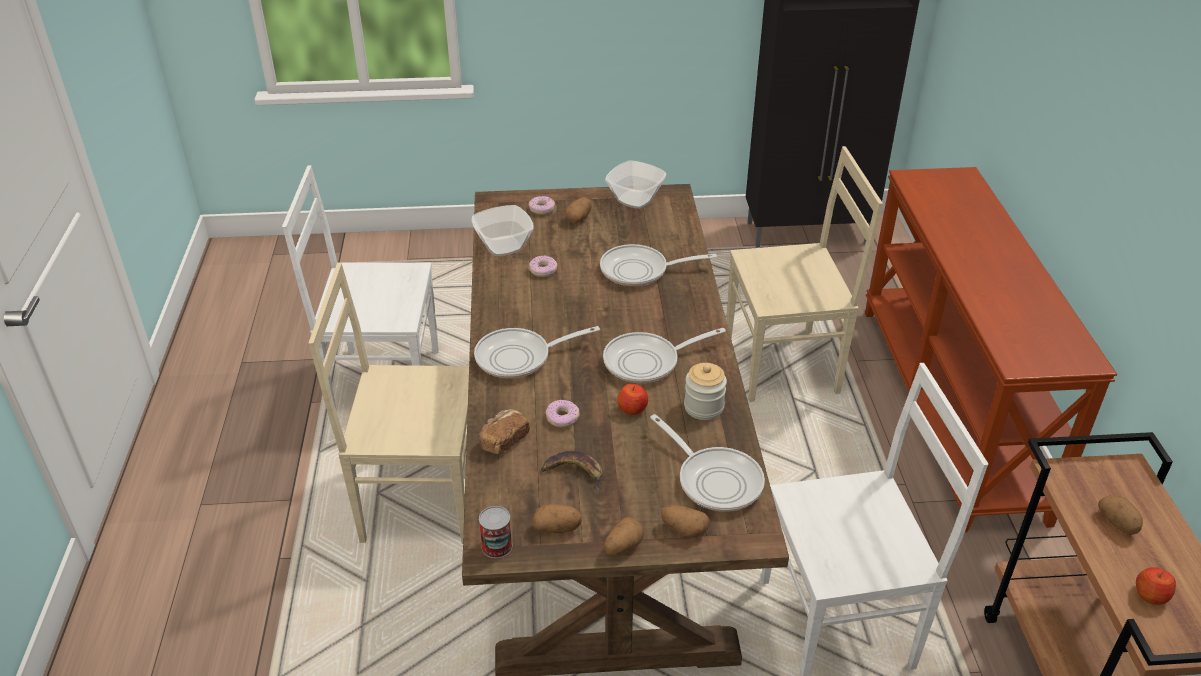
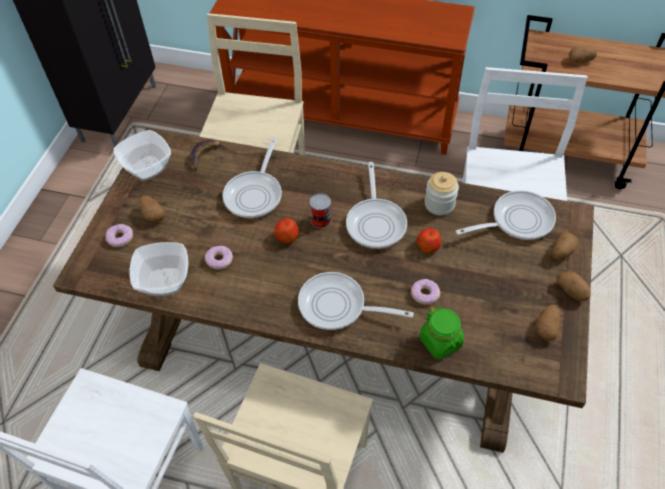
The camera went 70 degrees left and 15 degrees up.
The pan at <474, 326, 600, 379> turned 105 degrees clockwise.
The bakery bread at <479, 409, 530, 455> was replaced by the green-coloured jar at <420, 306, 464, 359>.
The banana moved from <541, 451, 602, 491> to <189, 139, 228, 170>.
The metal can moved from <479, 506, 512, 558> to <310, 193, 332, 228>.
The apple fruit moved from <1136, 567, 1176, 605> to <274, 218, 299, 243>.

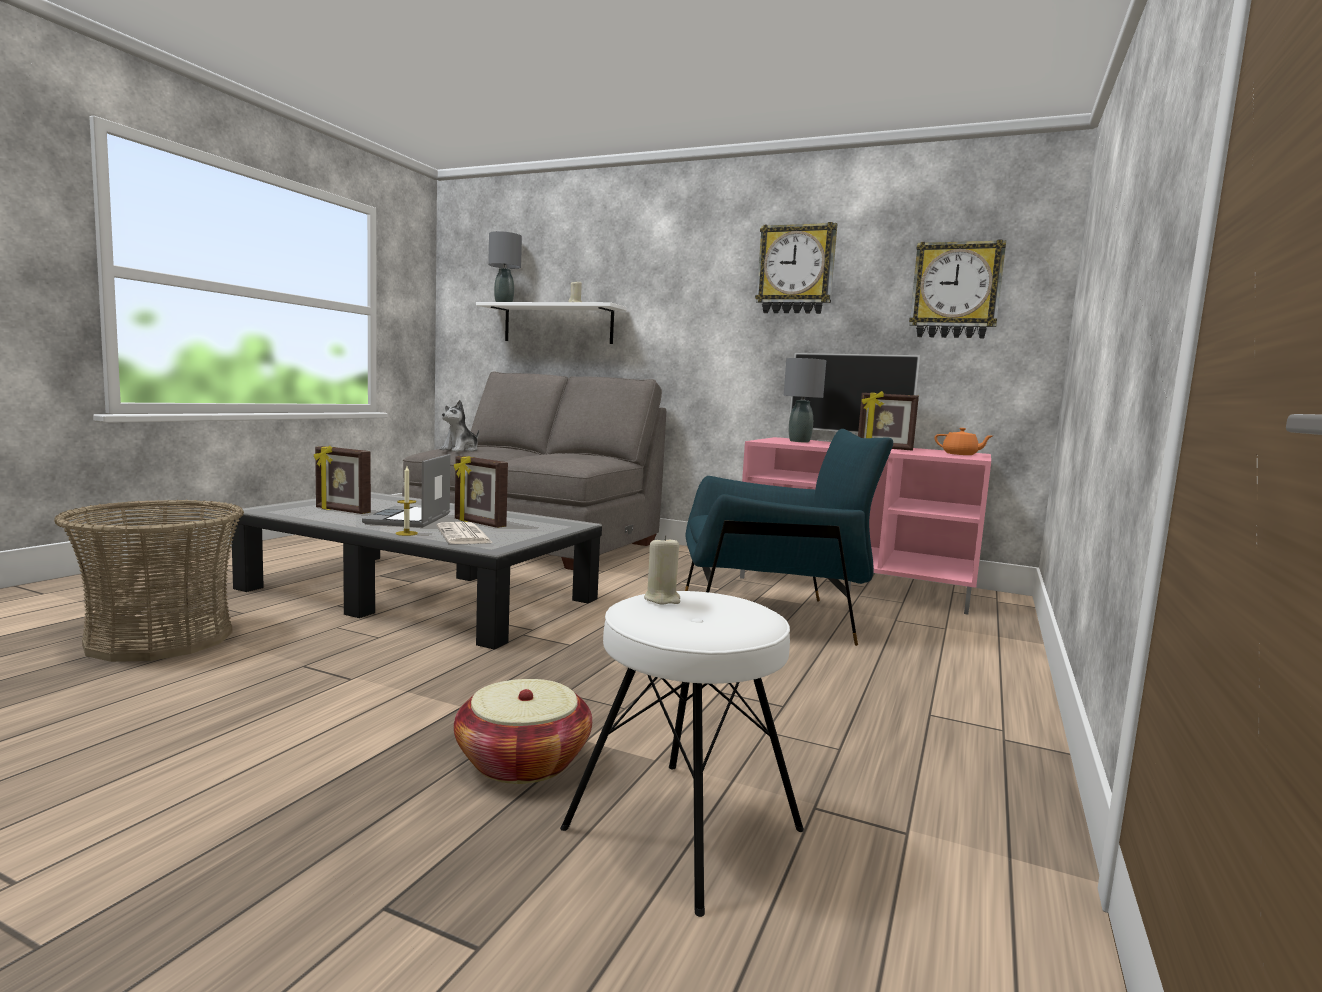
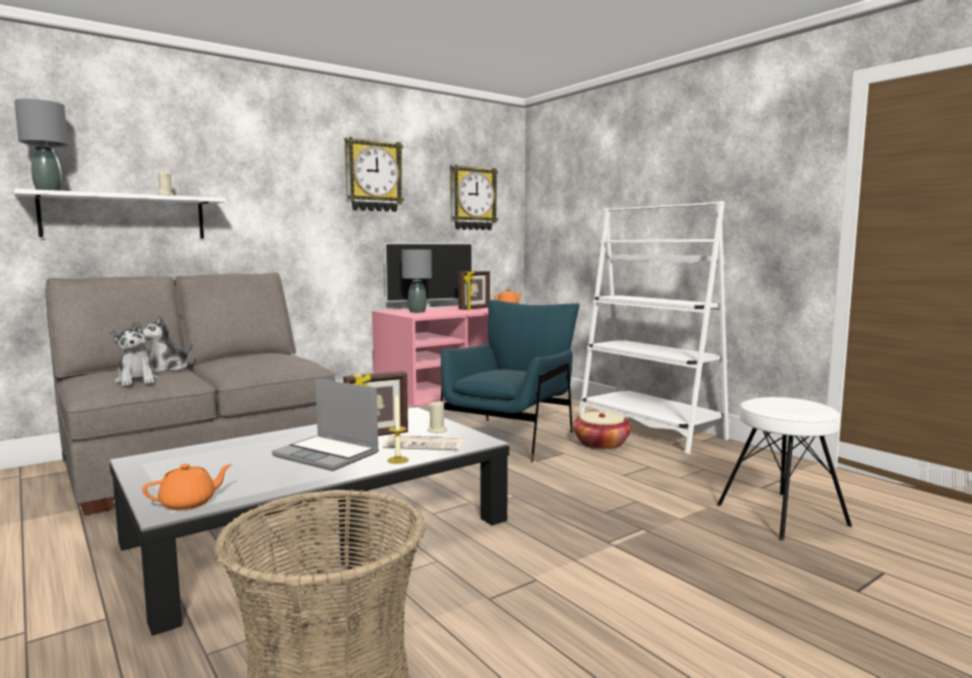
The camera went 60 degrees left and 0 degrees up.
The photo frame at <314, 446, 371, 514> disappeared.
The beige-coloured wax light moved from <644, 535, 680, 605> to <428, 401, 448, 433>.
The household basket moved from <454, 679, 592, 784> to <573, 412, 631, 450>.
The white bookcase at <579, 201, 730, 454> appeared.
The soft toy at <143, 315, 193, 373> appeared.
The orange-coloured tea pot at <142, 464, 232, 510> appeared.

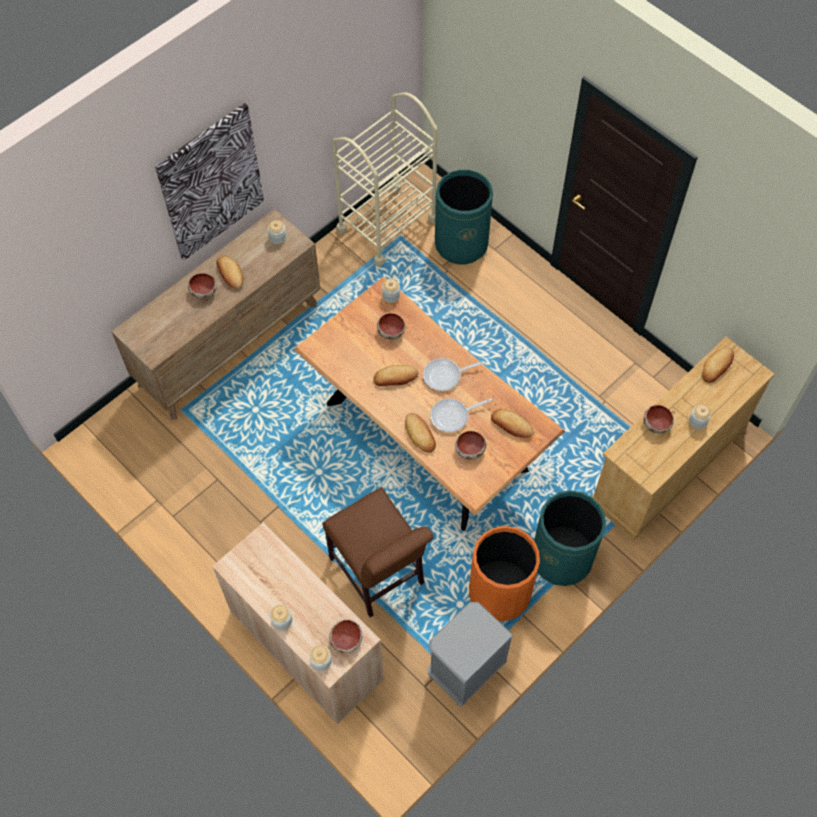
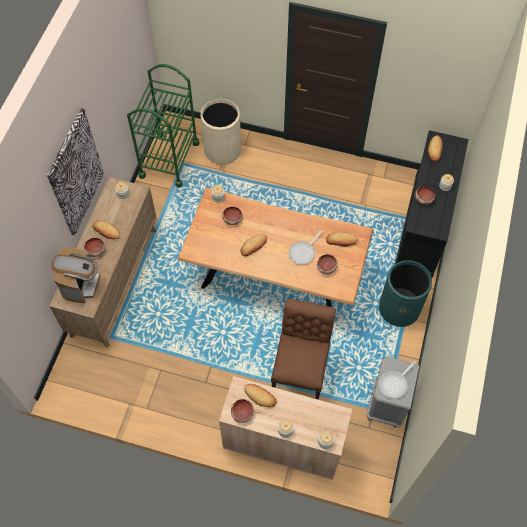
The camera went 30 degrees left and 0 degrees up.
The beige-coloured trolley at <332, 92, 438, 267> became the green-coloured trolley at <127, 64, 199, 188>.
The green-coloured trash can at <435, 170, 493, 264> became the beige-coloured trash can at <201, 99, 241, 165>.
The beige-coloured dresser at <591, 337, 774, 541> became the black dresser at <395, 130, 469, 278>.
The pan moved from <423, 358, 485, 391> to <379, 361, 416, 398>.
The bakery bread moved from <405, 413, 436, 453> to <244, 384, 276, 407>.
The brown upright chair at <322, 487, 433, 617> turned 105 degrees counterclockwise.
The orange-coloured trash can at <469, 526, 540, 622> disappeared.
The deep dish moved from <329, 620, 363, 653> to <231, 399, 254, 423>.
The coffee brewer at <51, 247, 100, 303> appeared.

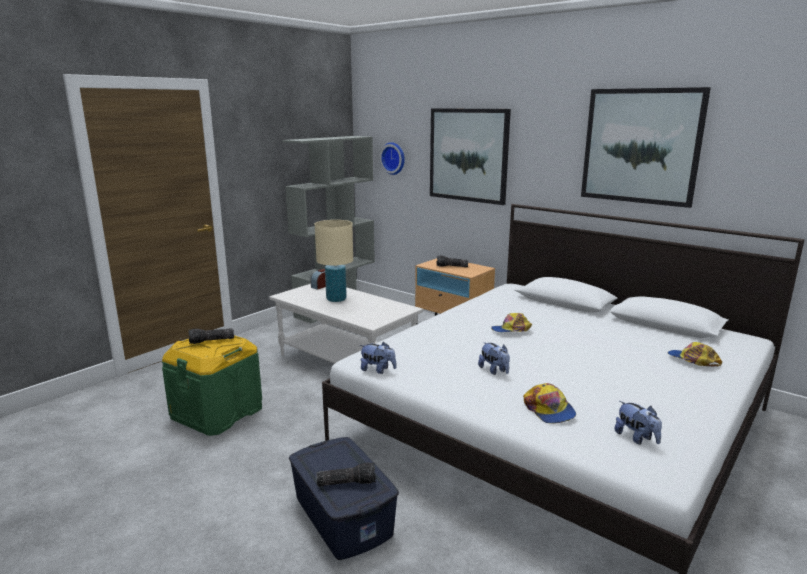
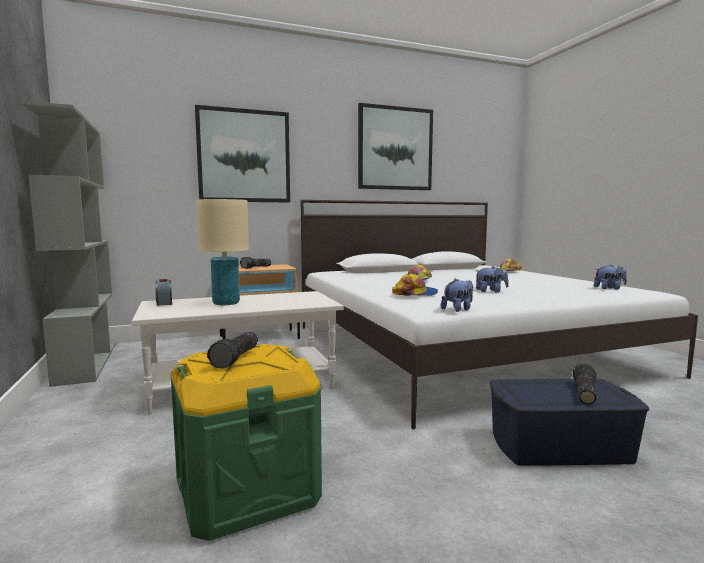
The camera went 60 degrees left and 10 degrees down.
The hanging clock at <380, 142, 405, 175> disappeared.
The peaked cap moved from <523, 383, 576, 424> to <392, 274, 438, 296>.

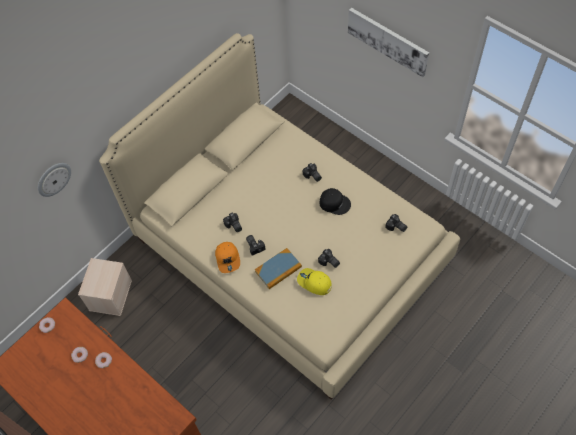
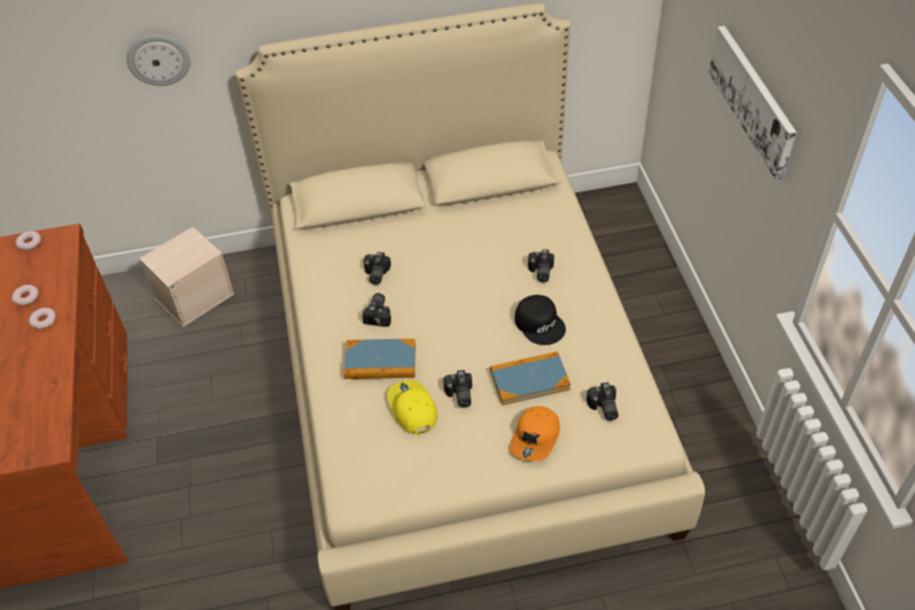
The camera went 35 degrees right and 10 degrees down.
The orange-coloured peaked cap moved from <215, 242, 240, 273> to <509, 406, 560, 461>.
The bound book at <490, 351, 571, 405> appeared.

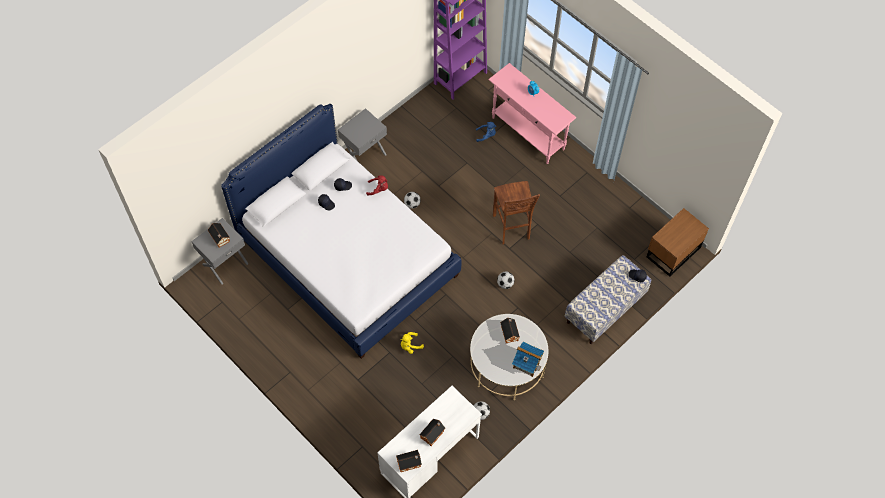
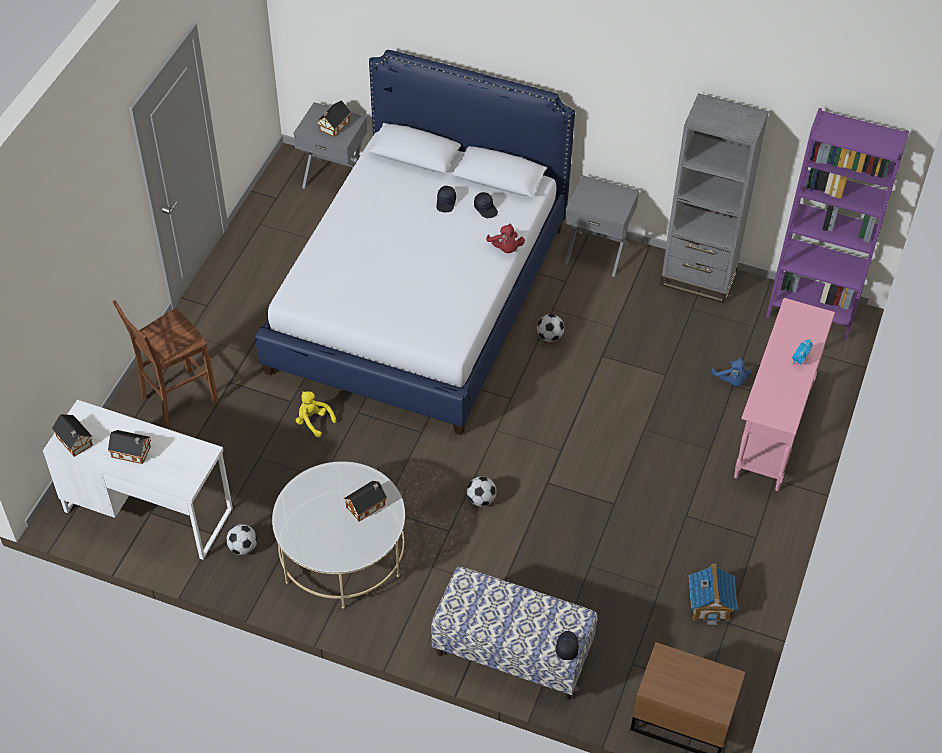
The camera went 65 degrees right and 10 degrees down.
The brown stool moved from <493, 181, 540, 245> to <112, 300, 218, 428>.
The toy house moved from <512, 342, 544, 377> to <689, 564, 738, 625>.
The greyish bookcase at <660, 93, 769, 303> appeared.

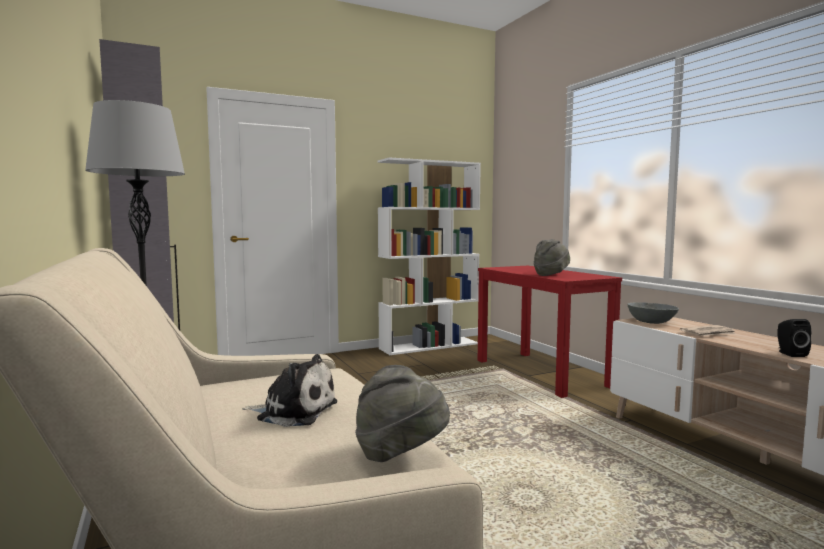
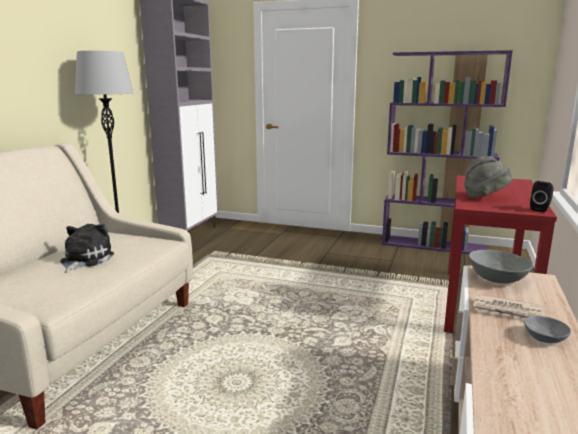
The camera went 45 degrees right and 10 degrees up.
The white bookcase at <377, 157, 481, 355> became the purple-coloured bookcase at <382, 50, 513, 254>.
The black speaker moved from <777, 319, 811, 357> to <530, 181, 554, 212>.
The soft toy at <242, 354, 337, 427> turned 135 degrees counterclockwise.
The greyish wearable hat at <355, 365, 450, 462> disappeared.
The greyish deep dish at <524, 316, 571, 343> appeared.

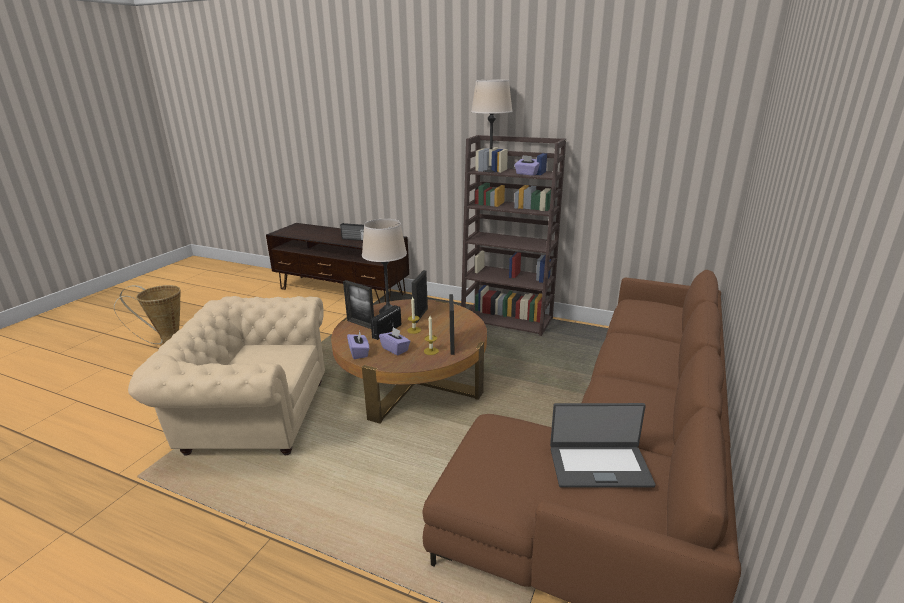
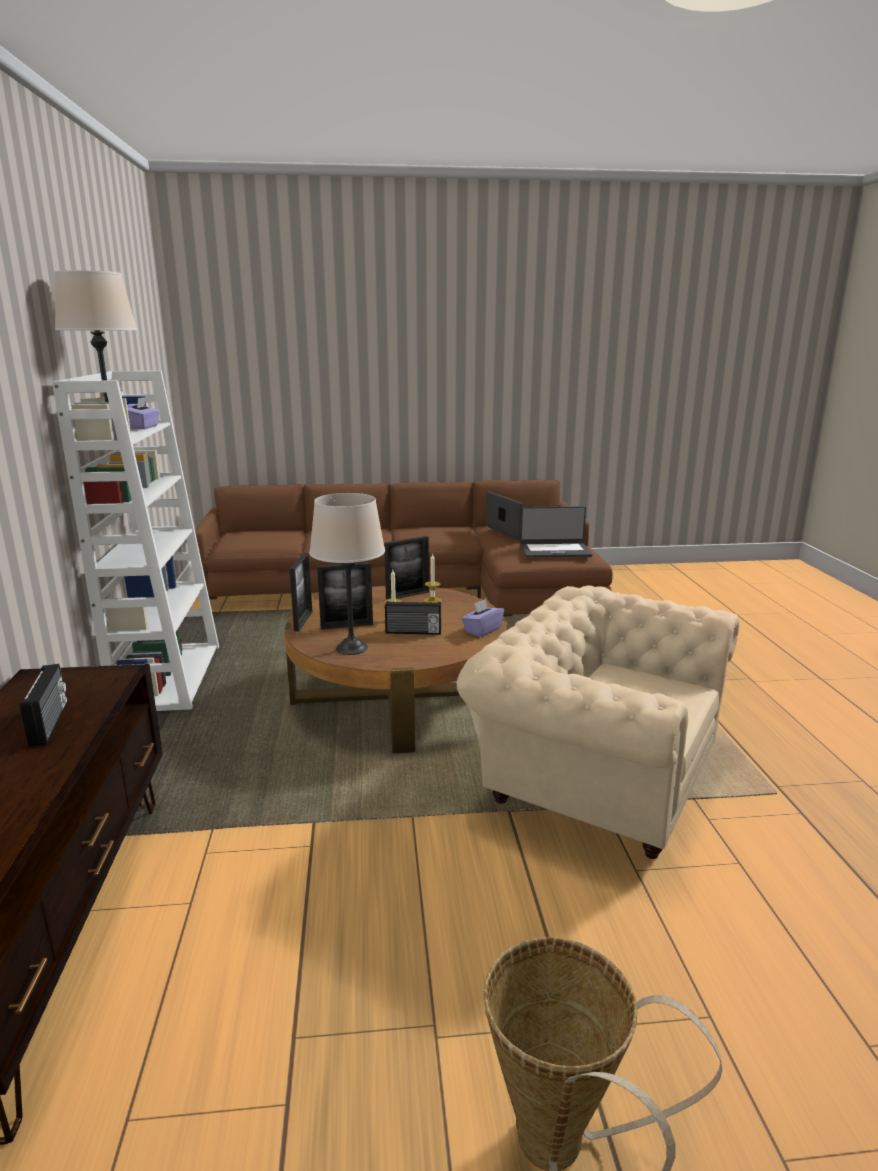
The camera went 120 degrees left and 5 degrees down.
The brown bookcase at <461, 135, 566, 336> became the white bookcase at <52, 371, 219, 711>.
The photo frame moved from <343, 280, 374, 329> to <290, 553, 313, 631>.
The beige-coloured armchair at <128, 296, 325, 455> turned 150 degrees clockwise.
The purple-coloured box of tissues at <379, 327, 411, 355> disappeared.
The laptop at <520, 506, 593, 558> appeared.

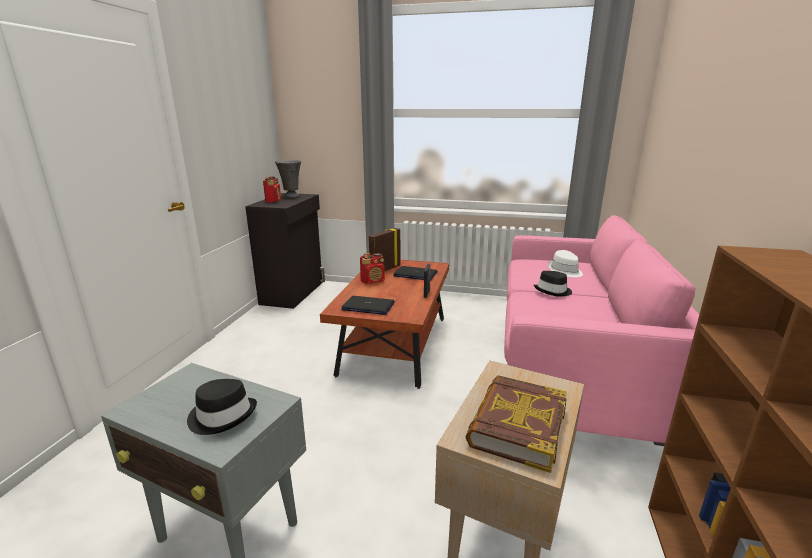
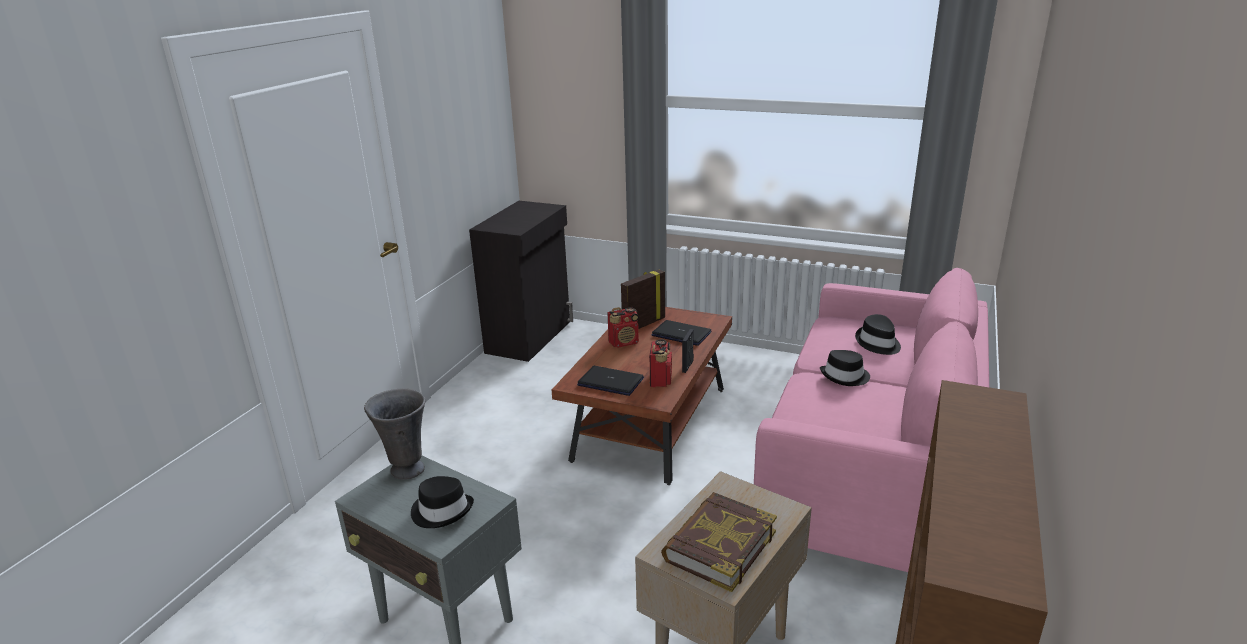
The camera went 10 degrees right and 5 degrees up.
The greyish decorative vase moved from <275, 160, 301, 197> to <364, 388, 425, 480>.
The radio moved from <263, 177, 281, 203> to <649, 339, 672, 387>.
The white wearable hat at <548, 250, 583, 277> became the black wearable hat at <855, 314, 901, 355>.

